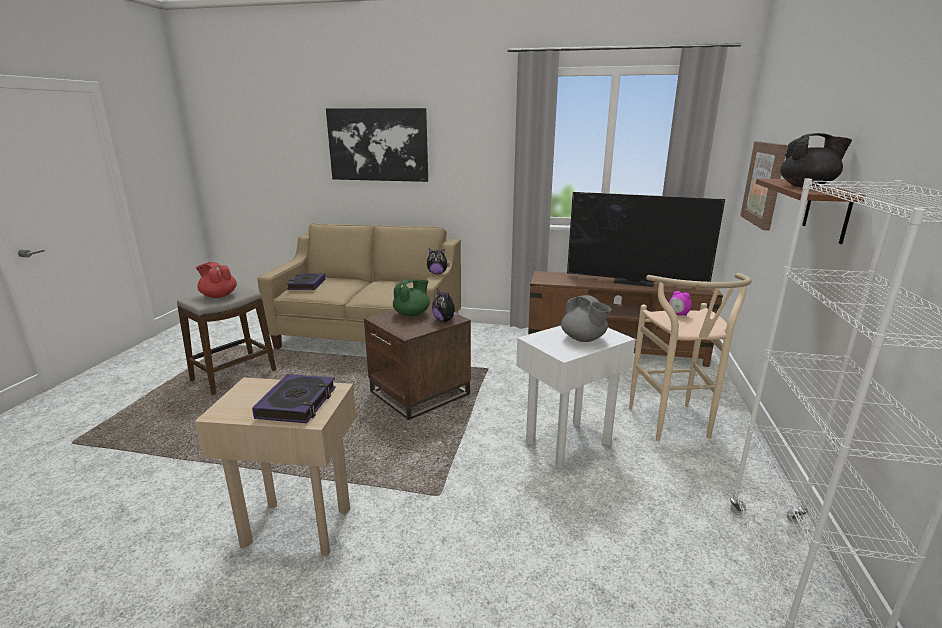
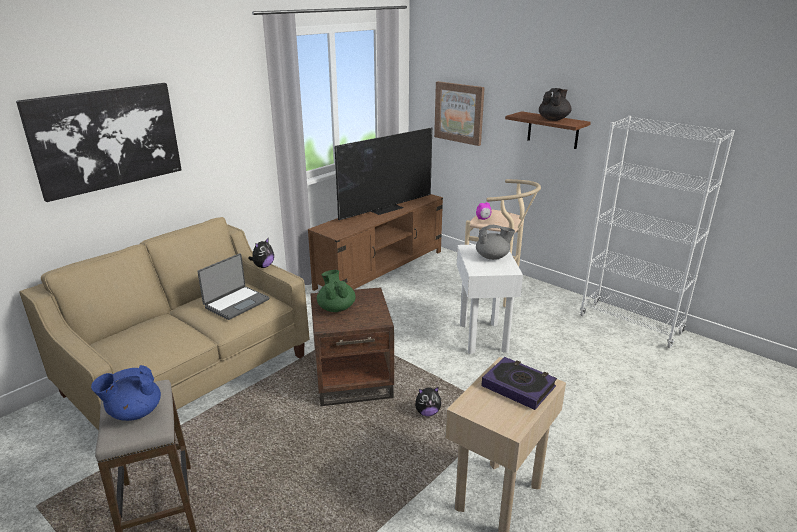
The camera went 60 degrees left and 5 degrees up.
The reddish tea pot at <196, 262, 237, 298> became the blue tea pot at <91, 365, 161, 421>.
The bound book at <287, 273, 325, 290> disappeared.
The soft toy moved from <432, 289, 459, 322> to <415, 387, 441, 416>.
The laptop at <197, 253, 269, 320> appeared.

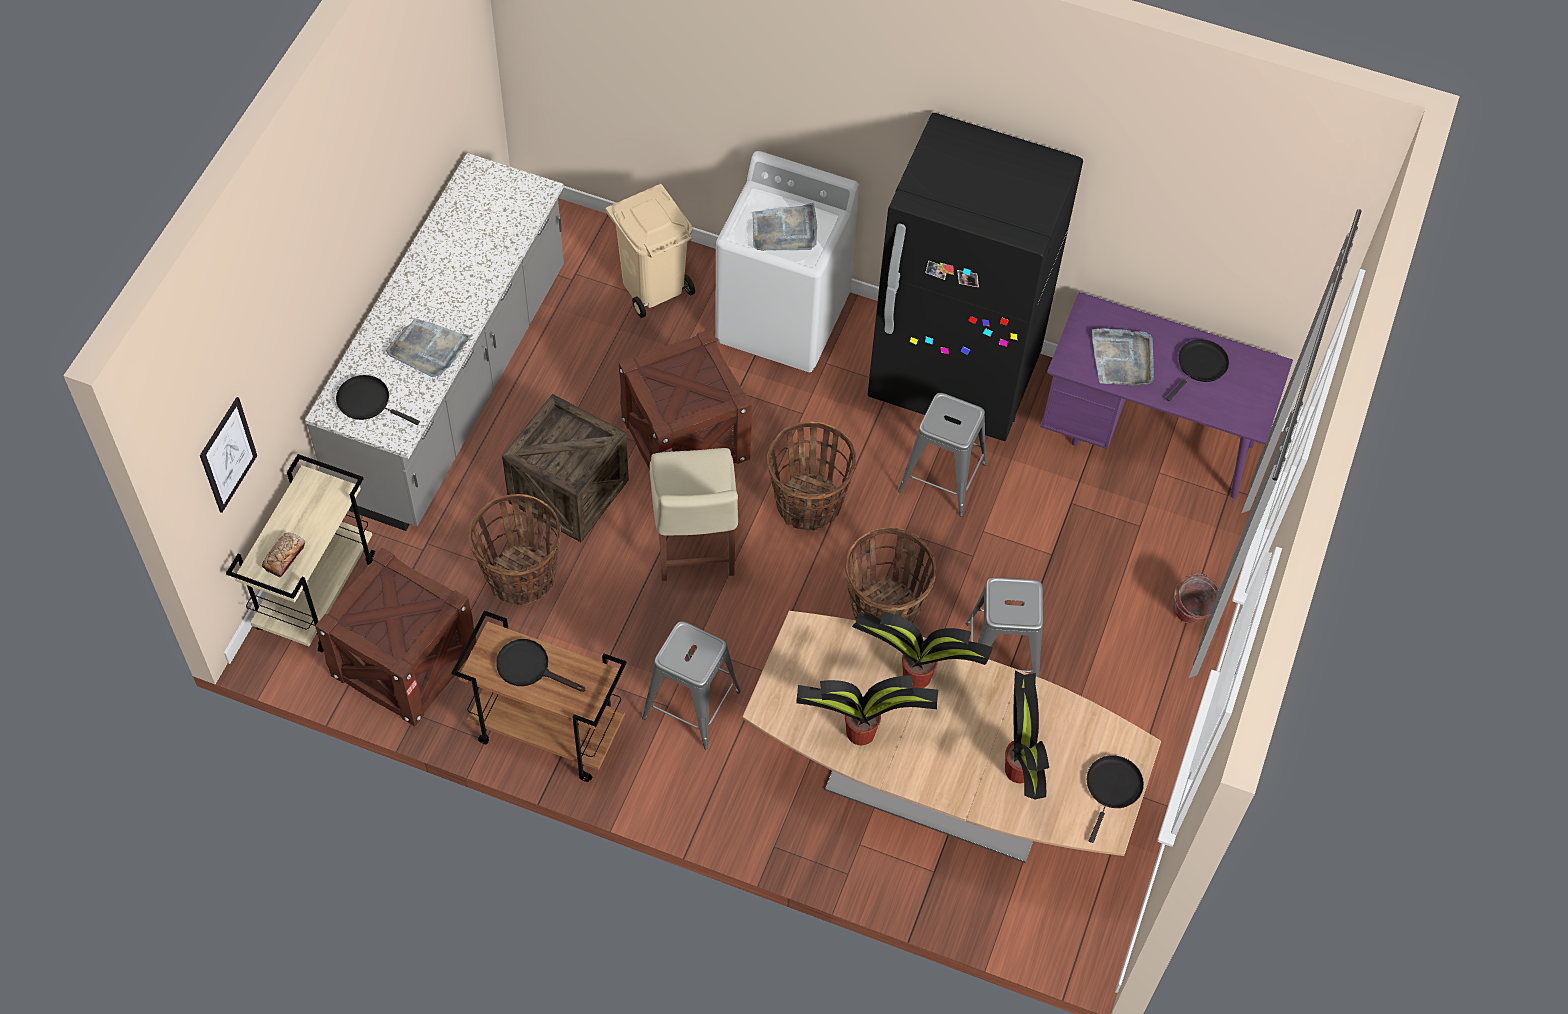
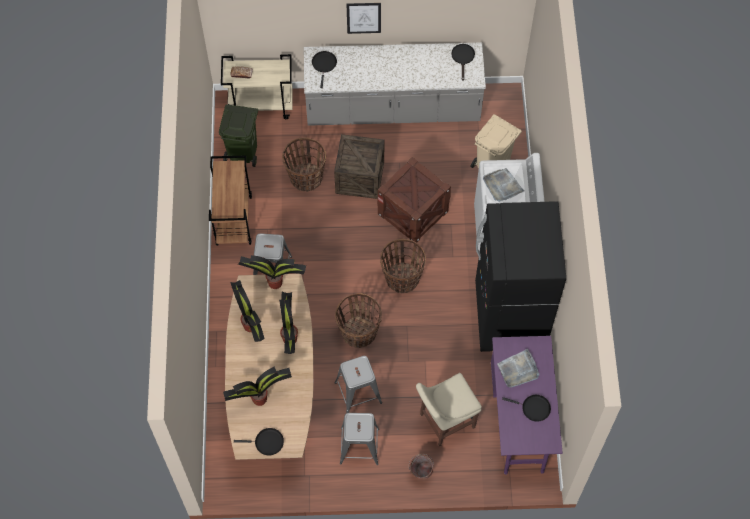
The camera went 70 degrees right and 5 degrees up.
The greyish serving tray at <386, 318, 471, 377> disappeared.
The greyish stool moved from <898, 393, 987, 516> to <340, 413, 379, 465>.
The picture moved from <200, 397, 257, 513> to <347, 3, 381, 34>.
The beige-coloured upright chair moved from <650, 448, 738, 581> to <416, 373, 482, 447>.
The shipping crate at <315, 547, 477, 727> was replaced by the green-coloured trash can at <219, 104, 258, 167>.
The black pan moved from <496, 639, 585, 692> to <451, 44, 475, 81>.
The houseplant at <238, 255, 306, 289> appeared.

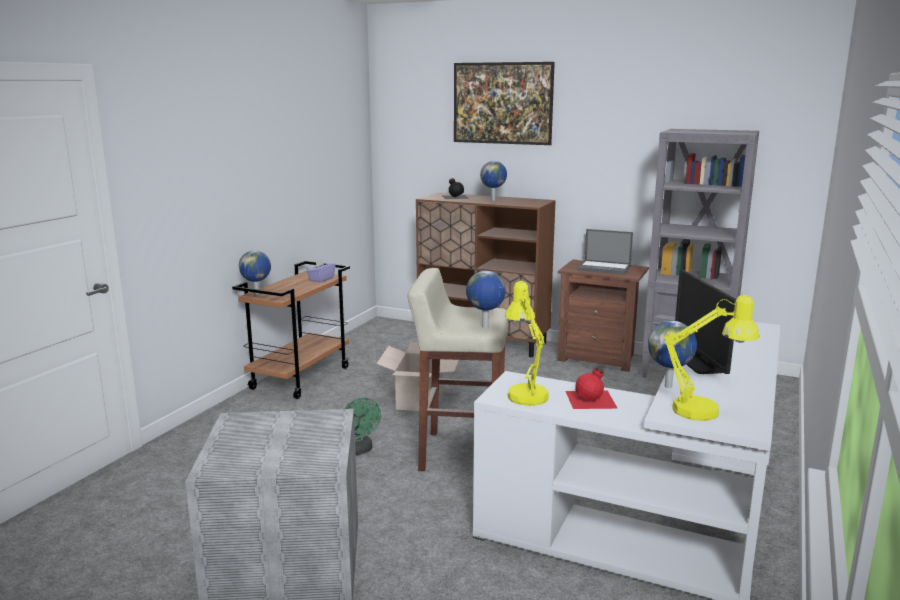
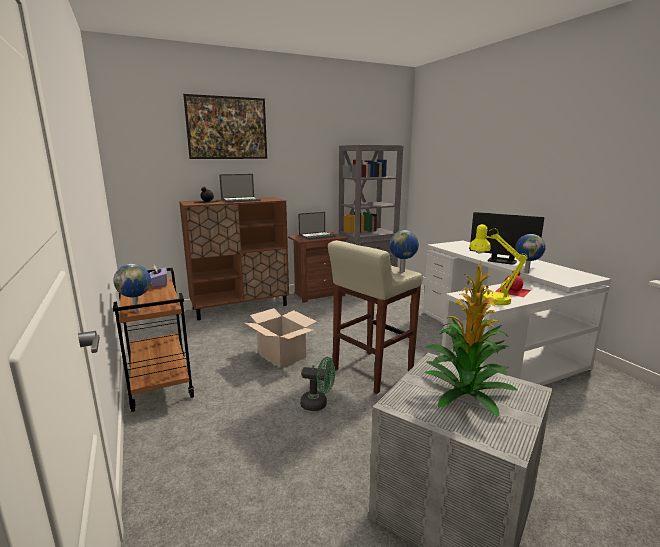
The camera went 50 degrees left and 0 degrees up.
The desk globe at <480, 161, 507, 201> was replaced by the laptop at <219, 174, 261, 203>.
The yellow table lamp at <664, 295, 759, 421> disappeared.
The houseplant at <424, 263, 518, 417> appeared.

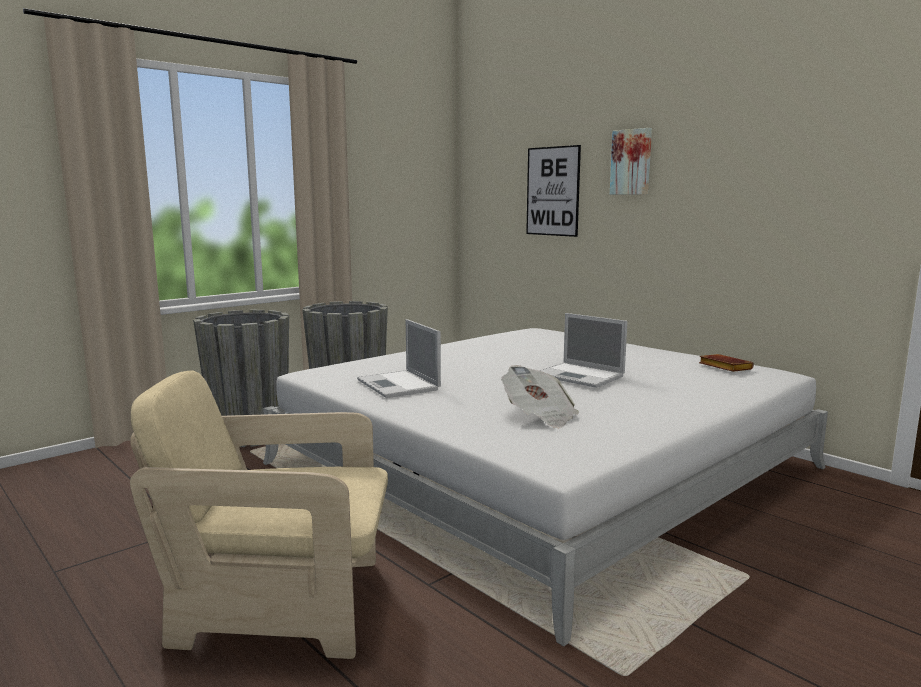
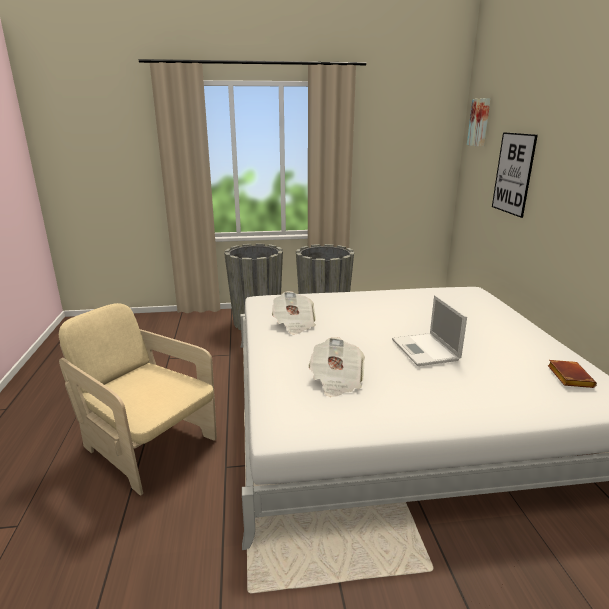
The camera went 35 degrees right and 10 degrees up.
The picture moved from <610, 128, 652, 194> to <467, 98, 491, 147>.
The laptop at <357, 319, 441, 398> was replaced by the daily paper at <272, 291, 316, 335>.

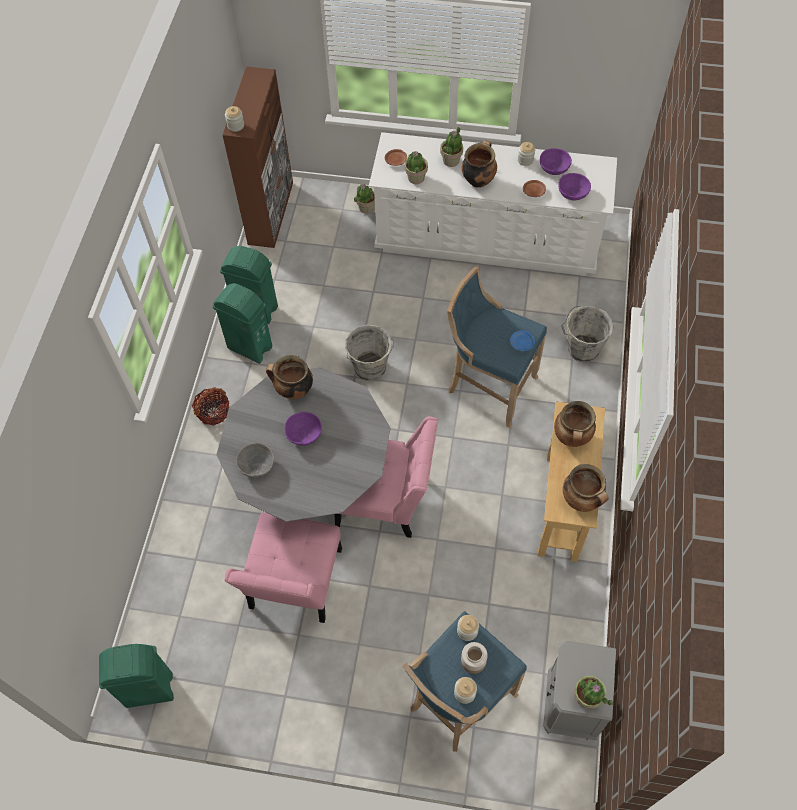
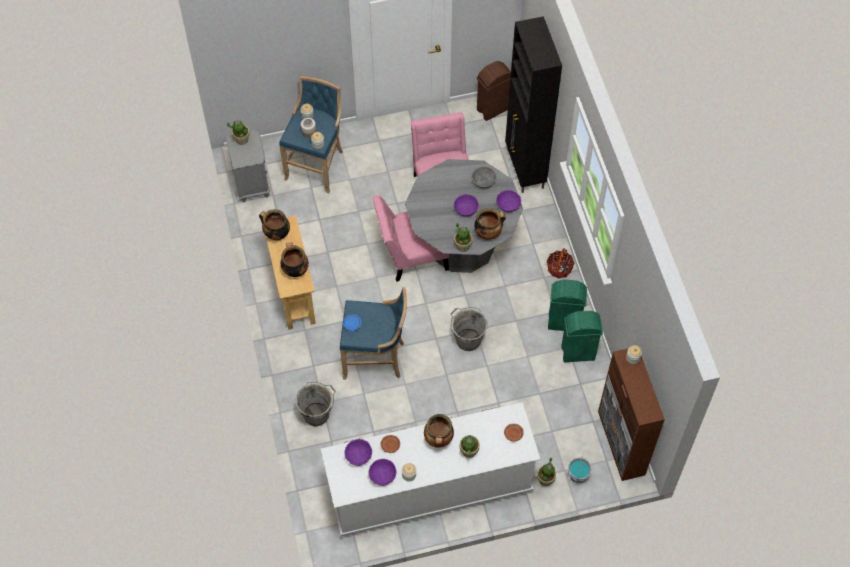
The camera went 155 degrees right and 0 degrees up.
The houseplant moved from <405, 151, 428, 184> to <454, 223, 472, 252>.
The green-coloured trash can at <99, 644, 174, 708> became the brown trash can at <477, 61, 511, 121>.
The black storage cabinet at <505, 16, 562, 193> appeared.
The purple-coloured deep dish at <496, 190, 521, 212> appeared.
The greyish bucket at <568, 456, 592, 484> appeared.

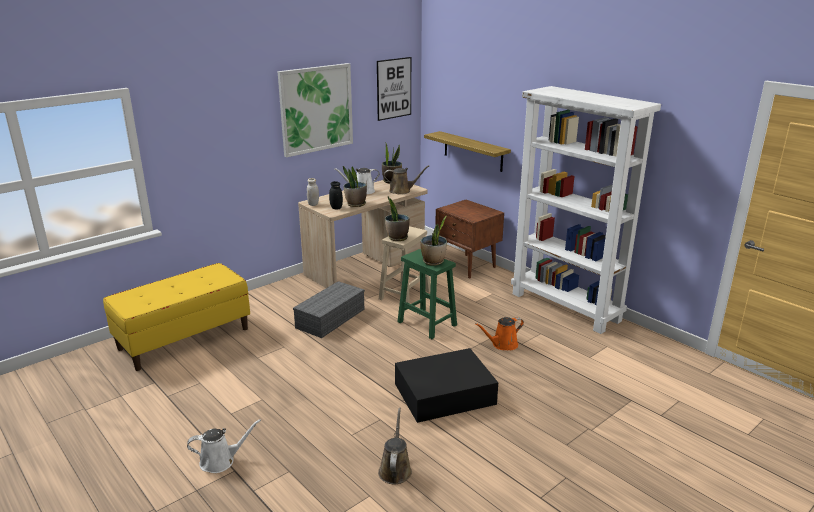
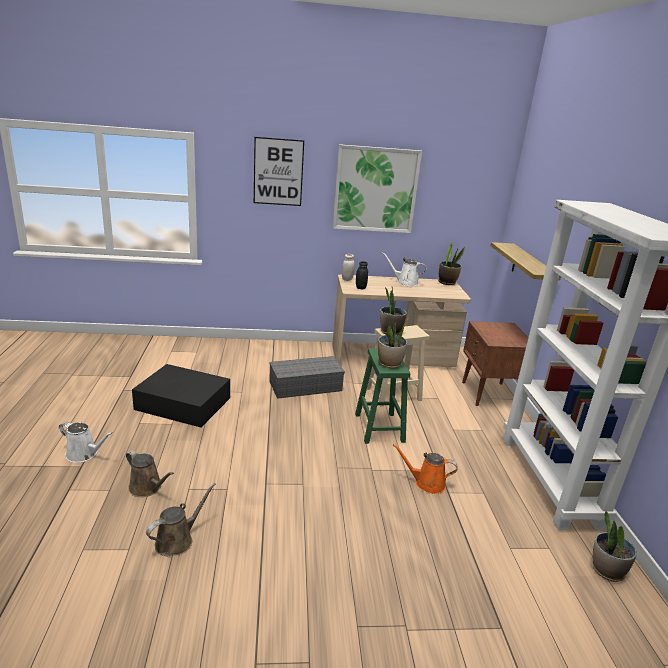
The camera went 35 degrees right and 0 degrees up.
The picture moved from <377, 57, 411, 121> to <254, 137, 304, 206>.
The brown sprinkling can moved from <384, 165, 429, 195> to <126, 450, 174, 497>.
The houseplant moved from <343, 166, 367, 207> to <592, 511, 637, 582>.
The yellow bench at <103, 263, 250, 371> disappeared.
The black storage container moved from <395, 348, 498, 423> to <132, 364, 230, 427>.

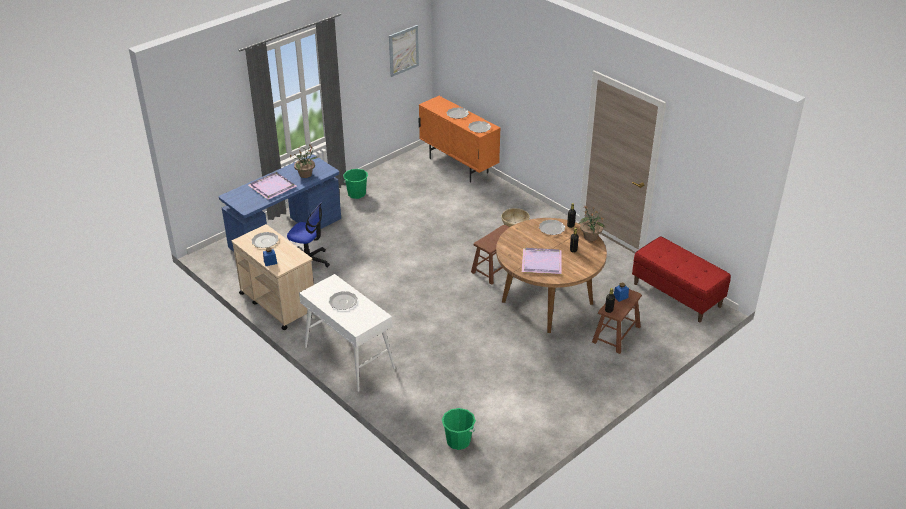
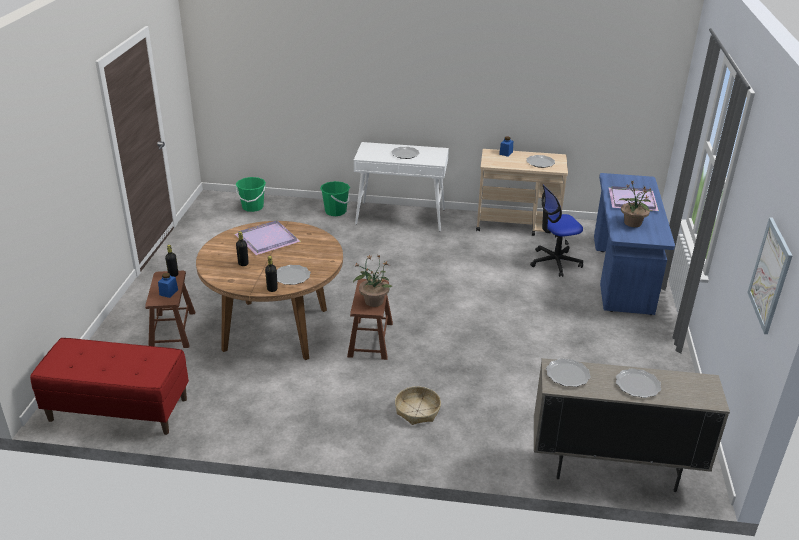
The camera went 140 degrees right and 5 degrees down.
The orange-coloured storage cabinet at <419, 96, 501, 183> became the beige-coloured storage cabinet at <534, 358, 730, 492>.
The green-coloured bucket moved from <343, 169, 368, 199> to <320, 181, 350, 216>.
The houseplant moved from <578, 205, 605, 241> to <353, 255, 392, 307>.

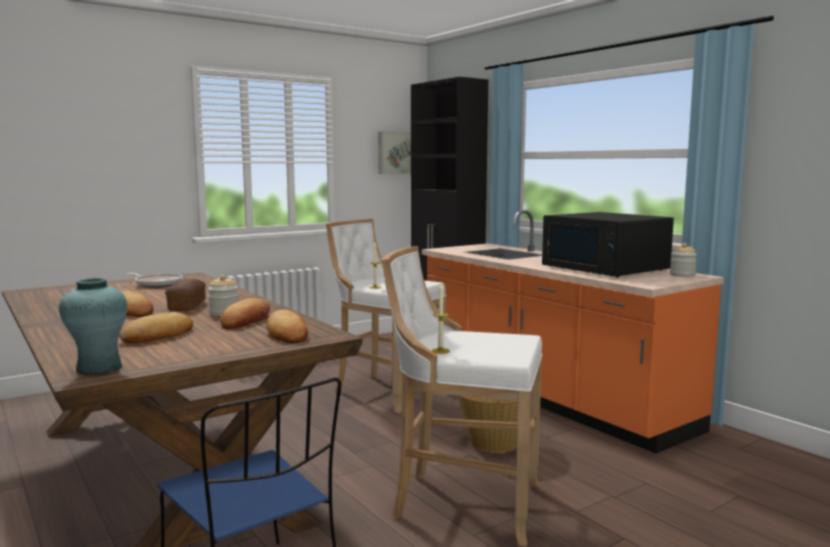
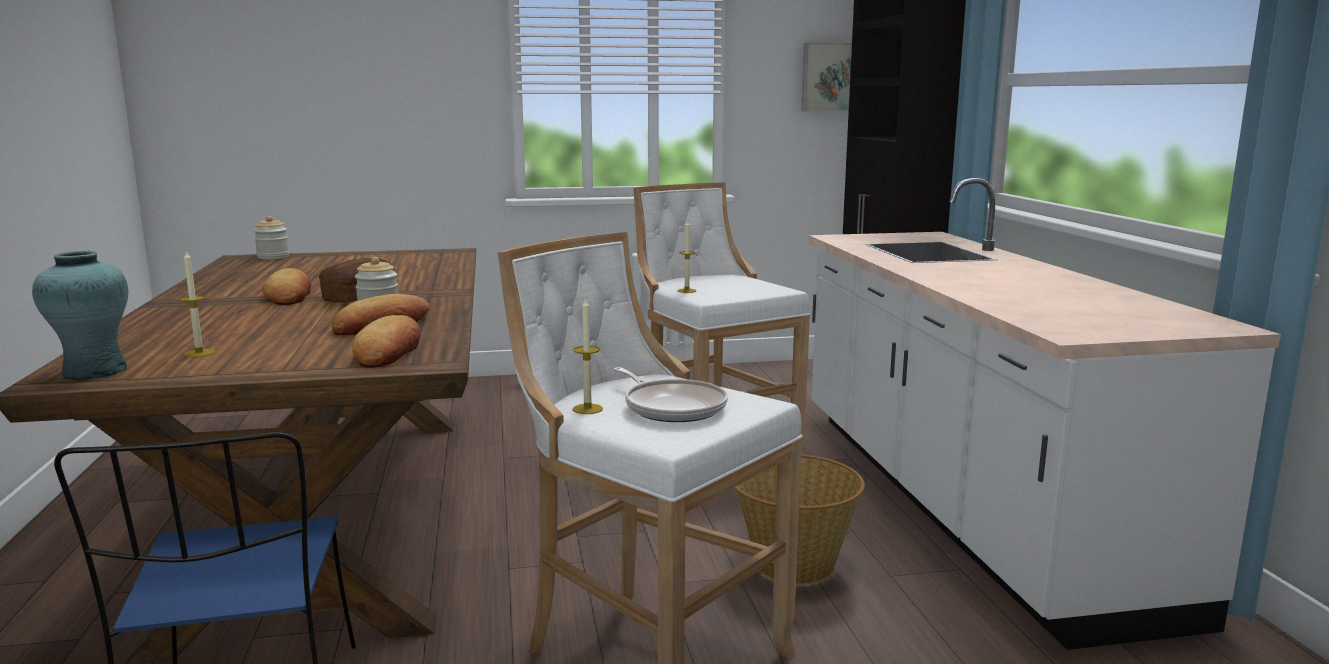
The camera went 25 degrees right and 5 degrees up.
The orange-coloured kitchen base unit at <422, 210, 724, 454> became the white kitchen base unit at <809, 178, 1281, 650>.
The black microwave at <542, 212, 674, 277> disappeared.
The jar moved from <670, 243, 697, 277> to <254, 216, 289, 260>.
The pan moved from <126, 273, 183, 287> to <614, 367, 728, 422>.
The bakery bread at <119, 312, 193, 343> disappeared.
The wax light at <179, 250, 215, 357> appeared.

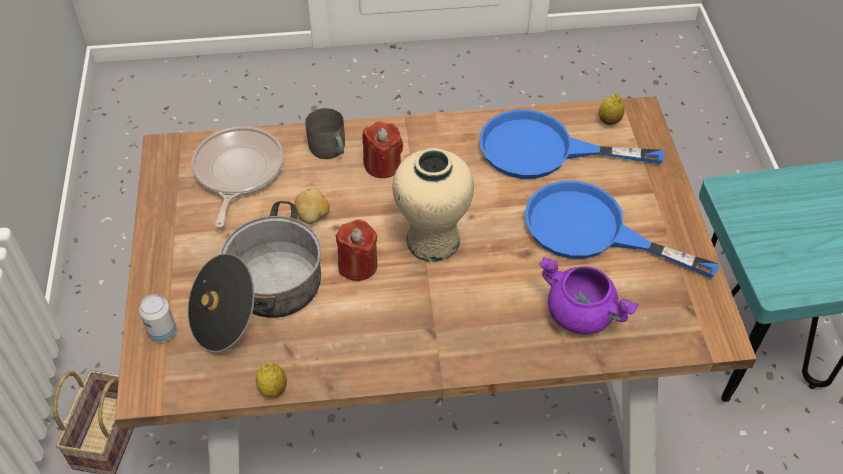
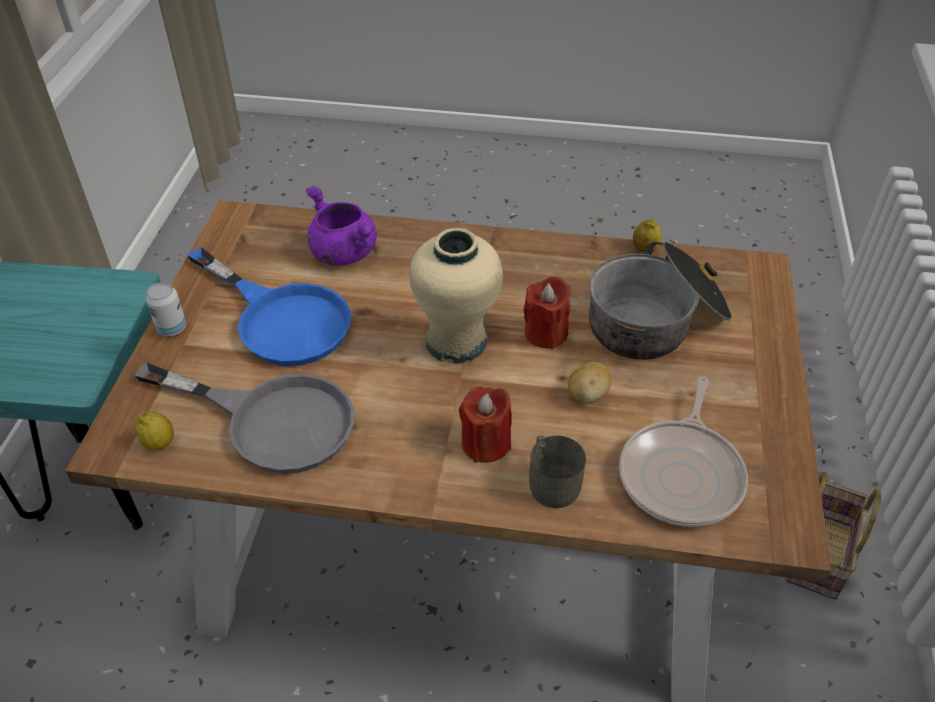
The camera went 165 degrees left and 5 degrees down.
The blue pan at <479, 110, 664, 179> became the greyish pan at <135, 363, 354, 474>.
The metal can moved from <139, 294, 176, 342> to <146, 282, 186, 336>.

